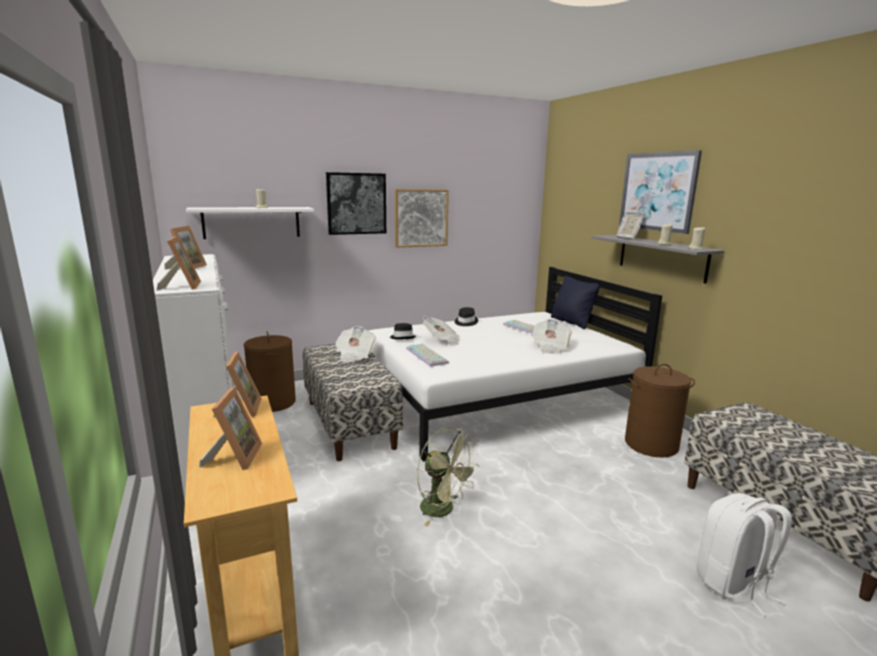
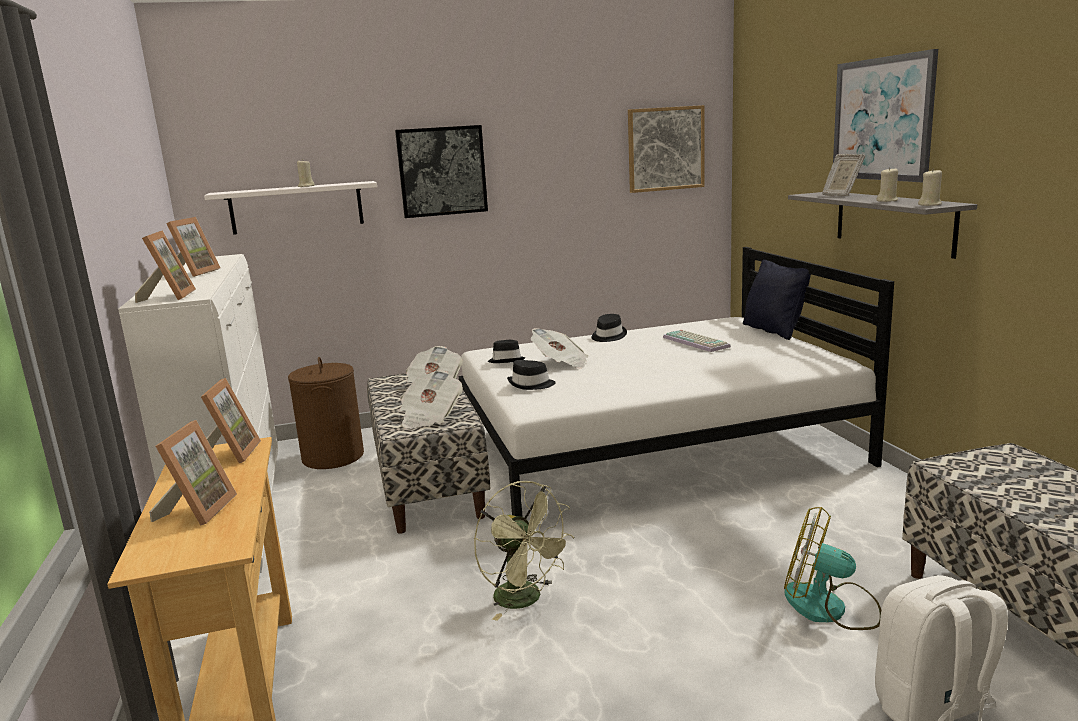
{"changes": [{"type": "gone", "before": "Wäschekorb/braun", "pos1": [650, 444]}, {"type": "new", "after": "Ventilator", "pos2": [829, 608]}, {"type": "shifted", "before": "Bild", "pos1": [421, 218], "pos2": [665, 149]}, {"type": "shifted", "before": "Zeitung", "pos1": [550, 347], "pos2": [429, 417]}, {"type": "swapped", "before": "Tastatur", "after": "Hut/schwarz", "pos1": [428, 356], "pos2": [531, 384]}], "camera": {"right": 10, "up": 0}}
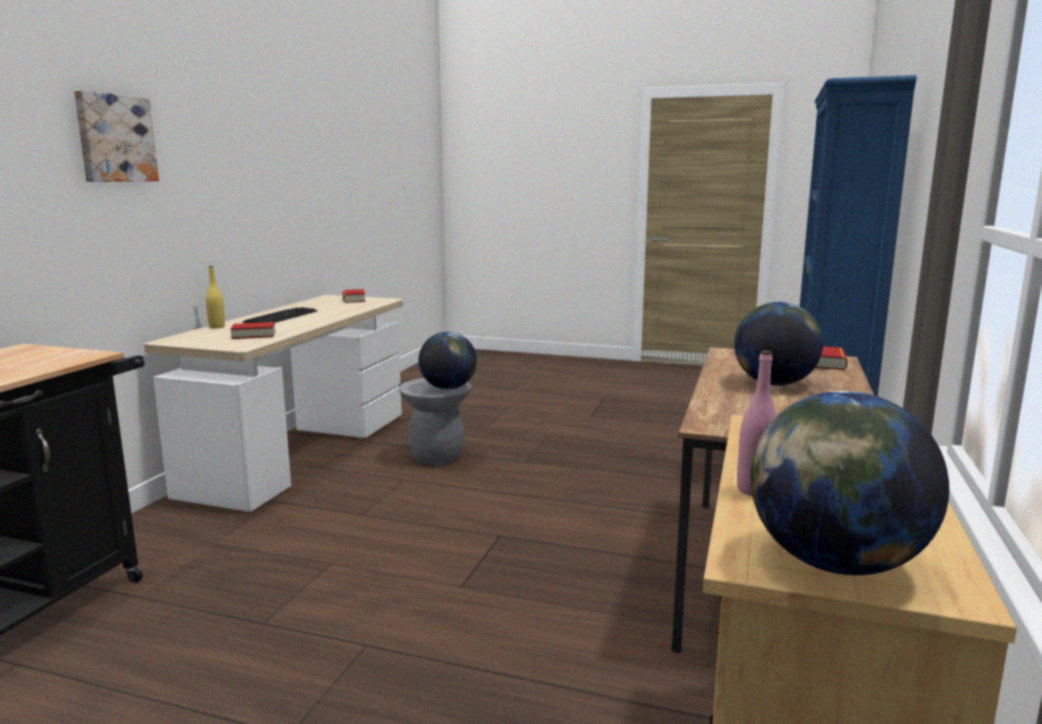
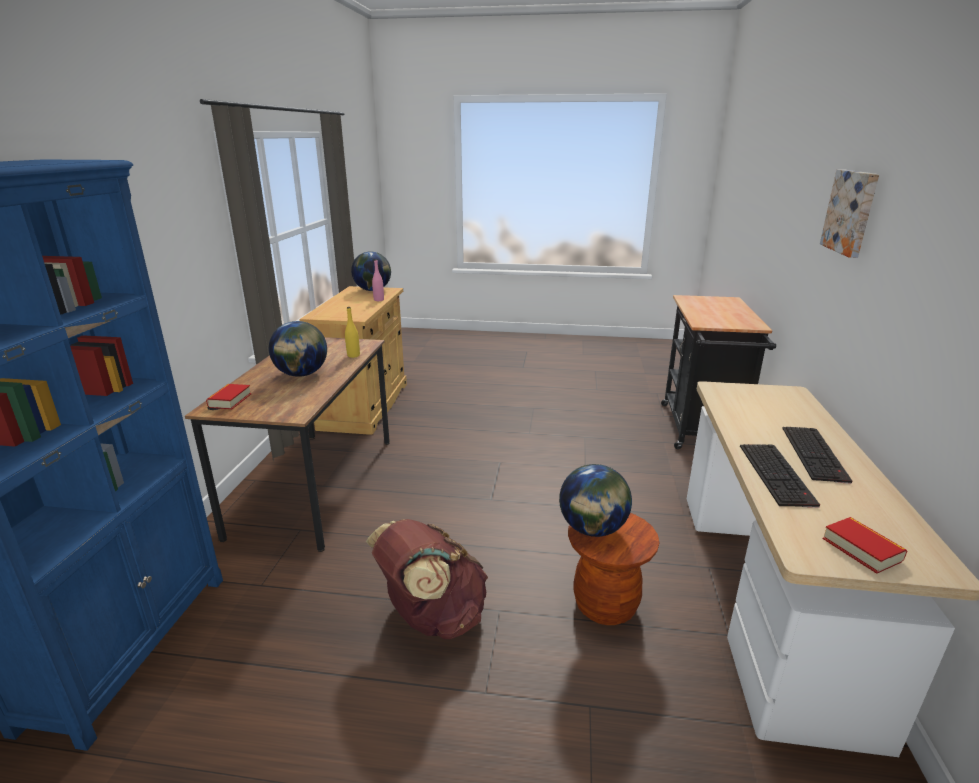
{"changes": [{"type": "gone", "before": "Buch", "pos1": [253, 335]}, {"type": "new", "after": "Rucksack/braun", "pos2": [432, 617]}, {"type": "new", "after": "Tastatur", "pos2": [778, 475]}, {"type": "shifted", "before": "Flasche/gelb", "pos1": [217, 327], "pos2": [353, 355]}, {"type": "repainted", "before": "Hocker/grau", "after": "Hocker/braun", "pos1": [437, 457], "pos2": [605, 605]}], "camera": {"right": 170, "up": 10}}
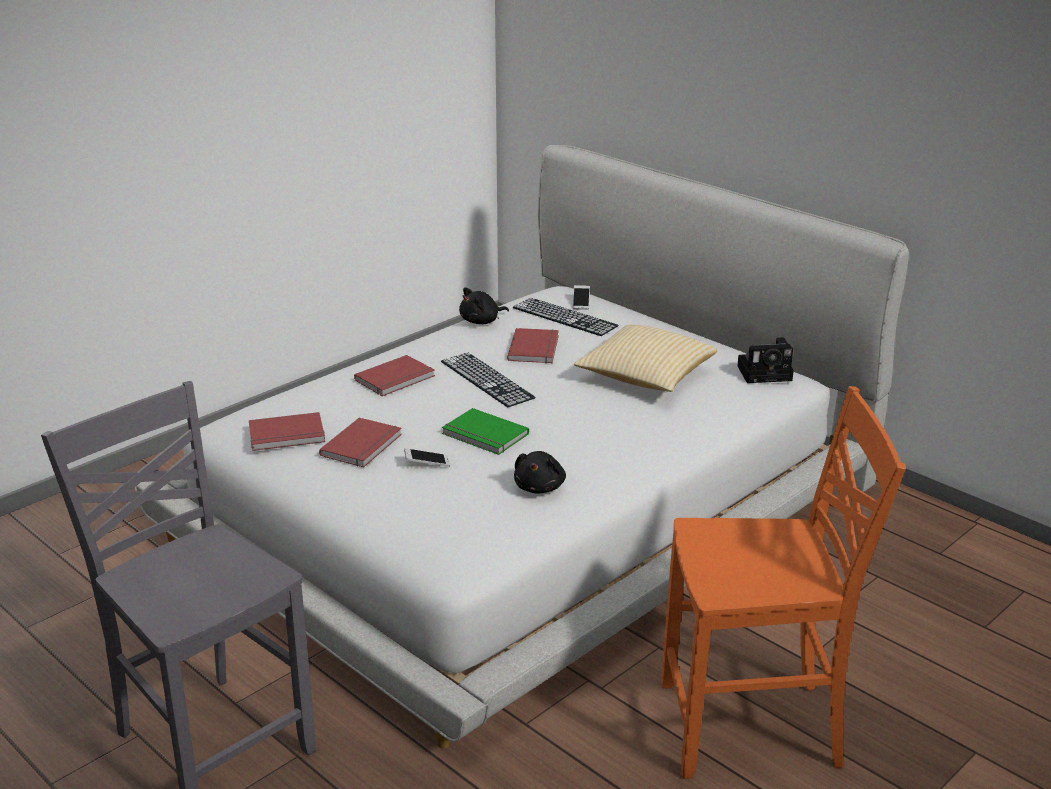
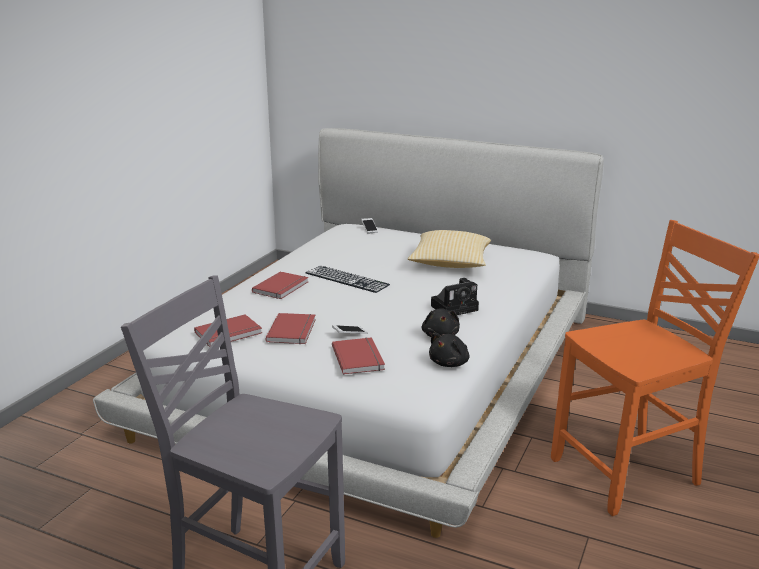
{"changes": [{"type": "gone", "before": "Buch/grün", "pos1": [484, 435]}, {"type": "gone", "before": "Tastatur", "pos1": [564, 317]}, {"type": "shifted", "before": "Plüschtier/schwarz", "pos1": [482, 321], "pos2": [450, 363]}, {"type": "shifted", "before": "Buch/rot", "pos1": [535, 348], "pos2": [359, 357]}, {"type": "shifted", "before": "Kamera", "pos1": [766, 373], "pos2": [455, 307]}], "camera": {"right": -20, "up": -5}}
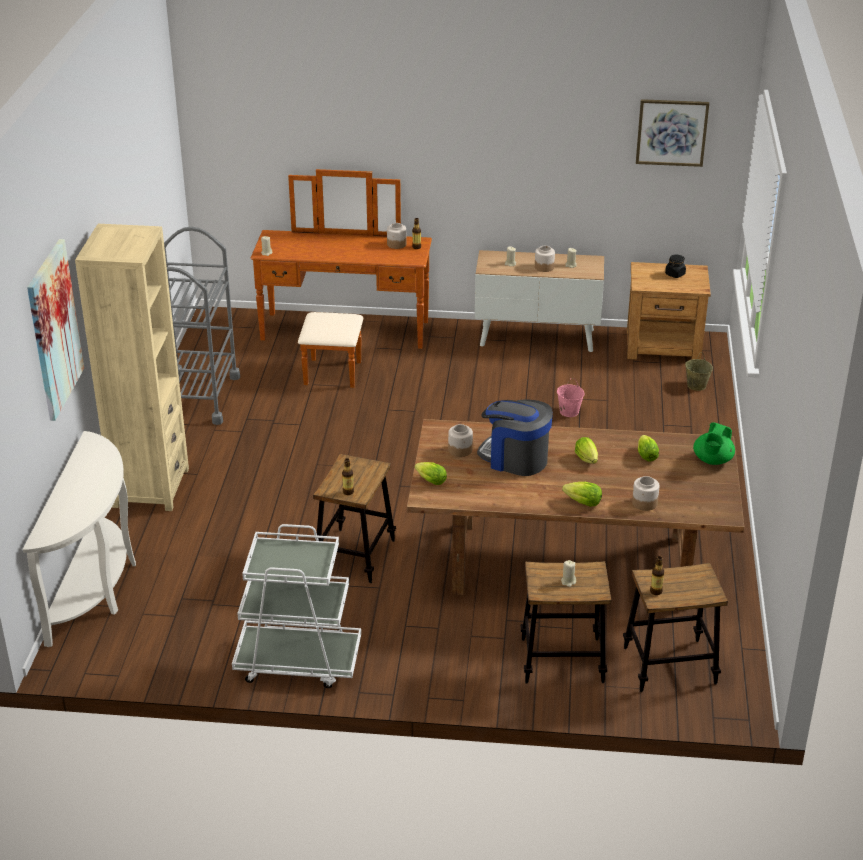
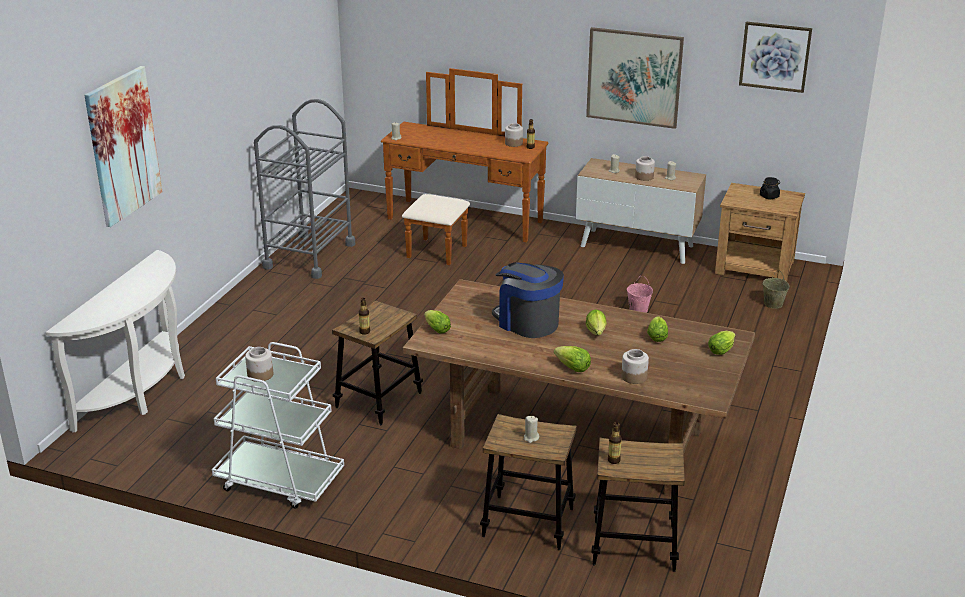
{"changes": [{"type": "gone", "before": "Bücherregal/beige", "pos1": [150, 487]}, {"type": "new", "after": "Bild", "pos2": [634, 77]}, {"type": "shifted", "before": "Vorratsglas", "pos1": [460, 450], "pos2": [260, 375]}, {"type": "swapped", "before": "Teekanne/grün", "after": "Salatkopf", "pos1": [712, 460], "pos2": [722, 350]}], "camera": {"right": 15, "up": -5}}
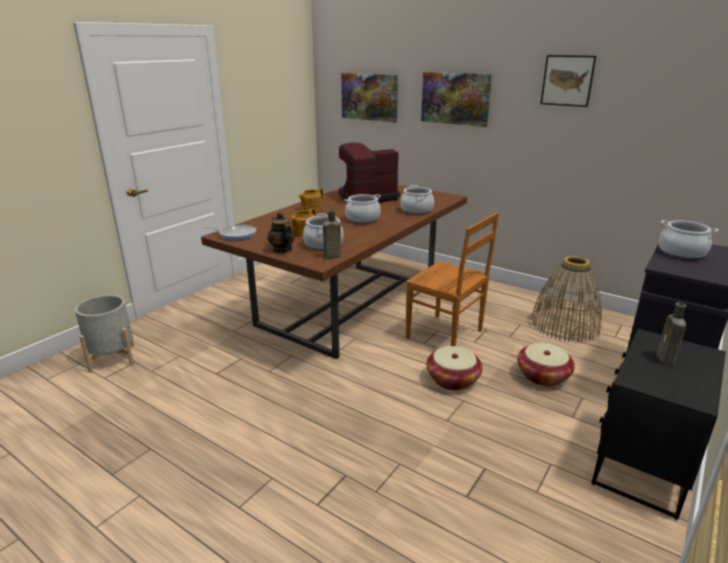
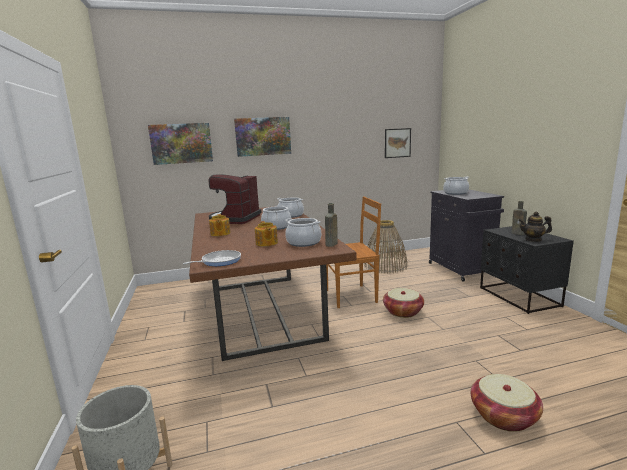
{"changes": [{"type": "shifted", "before": "Teekanne", "pos1": [282, 249], "pos2": [533, 240]}, {"type": "shifted", "before": "Korb", "pos1": [543, 376], "pos2": [503, 416]}, {"type": "shifted", "before": "Bild", "pos1": [567, 80], "pos2": [397, 143]}], "camera": {"right": -50, "up": -10}}
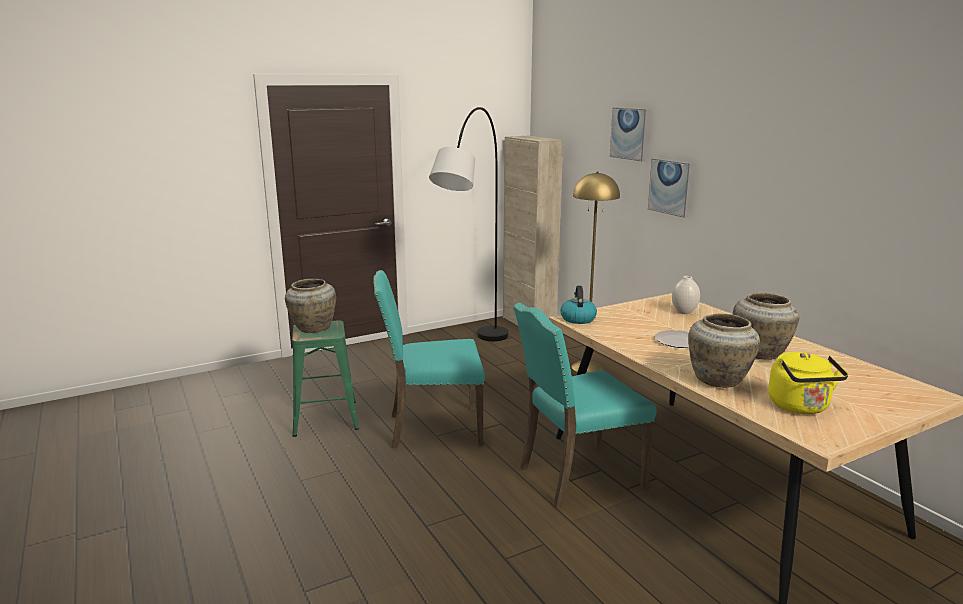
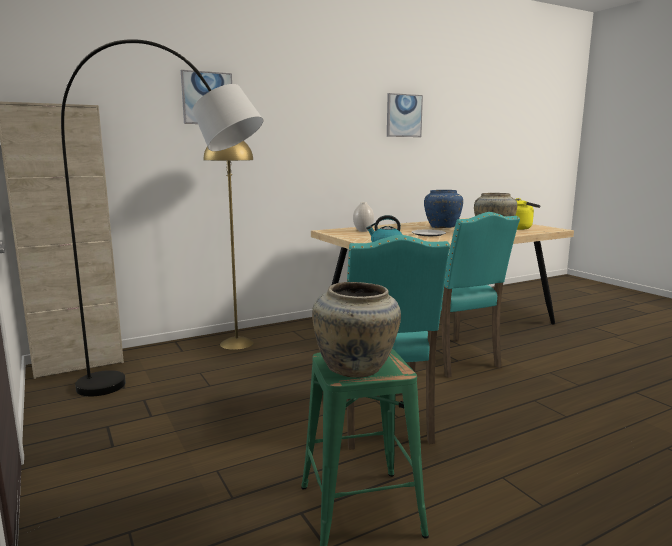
{"changes": [{"type": "shifted", "before": "Bild", "pos1": [670, 187], "pos2": [403, 115]}, {"type": "repainted", "before": "Vase/beige", "after": "Vase/blau", "pos1": [760, 354], "pos2": [442, 227]}], "camera": {"right": -90, "up": -5}}
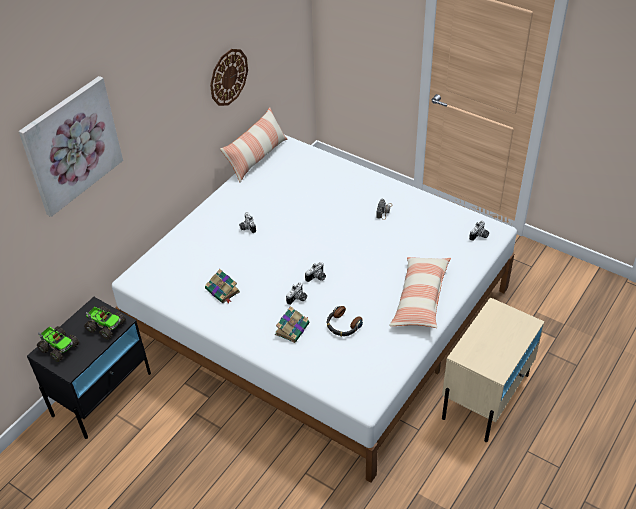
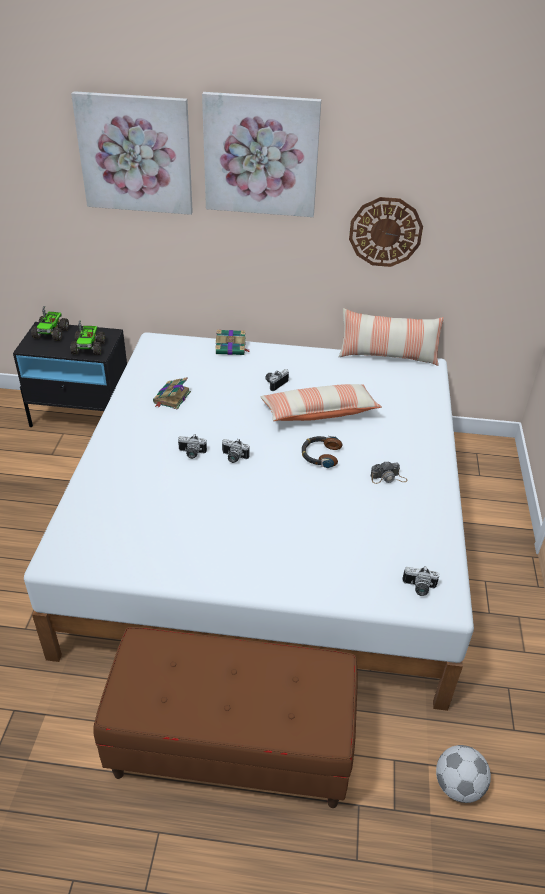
{"changes": [{"type": "new", "after": "Bild", "pos2": [261, 155]}, {"type": "new", "after": "Fußball", "pos2": [457, 785]}, {"type": "shifted", "before": "Buch", "pos1": [292, 328], "pos2": [231, 348]}, {"type": "shifted", "before": "Kopfhörer", "pos1": [342, 325], "pos2": [320, 455]}, {"type": "shifted", "before": "Kissen", "pos1": [420, 298], "pos2": [319, 412]}, {"type": "swapped", "before": "Nachttisch/beige", "after": "Bank/braun", "pos1": [486, 396], "pos2": [232, 745]}], "camera": {"right": 60, "up": -5}}
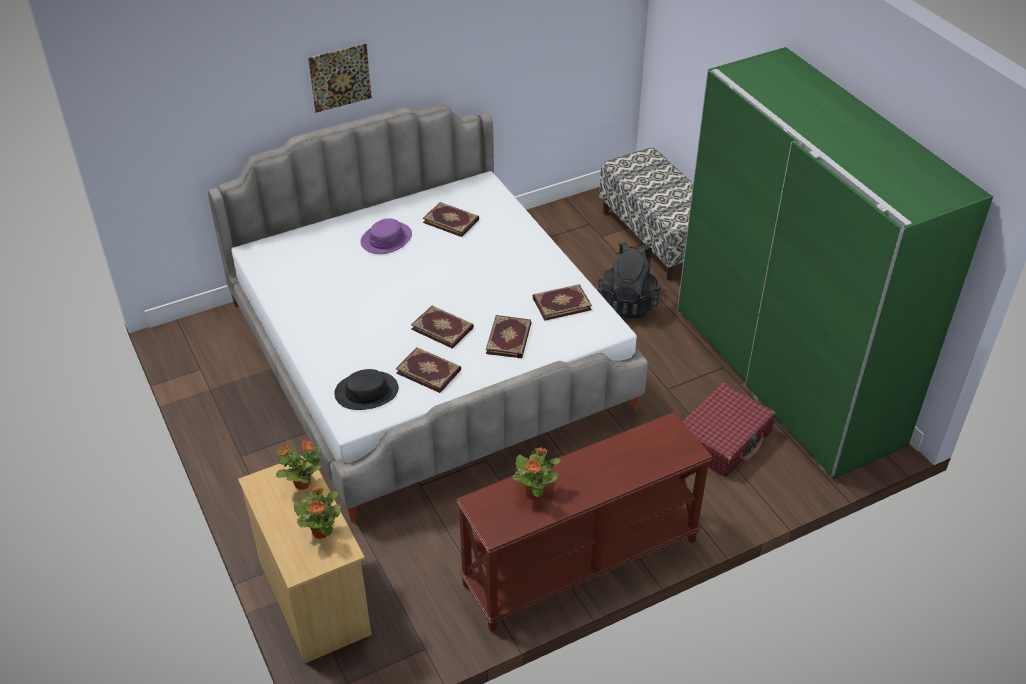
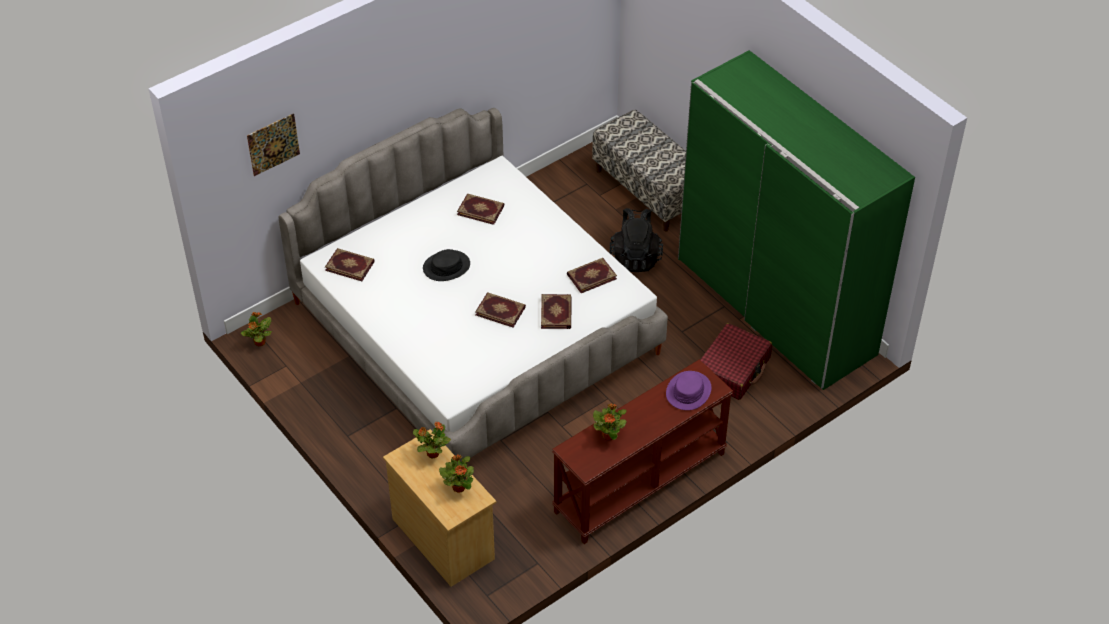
{"changes": [{"type": "new", "after": "Topfpflanze", "pos2": [259, 342]}, {"type": "shifted", "before": "Bild", "pos1": [340, 78], "pos2": [273, 144]}, {"type": "shifted", "before": "Hut/schwarz", "pos1": [366, 391], "pos2": [446, 266]}, {"type": "shifted", "before": "Hut/lila", "pos1": [386, 239], "pos2": [688, 391]}, {"type": "shifted", "before": "Buch", "pos1": [429, 371], "pos2": [350, 265]}], "camera": {"right": -10, "up": 5}}
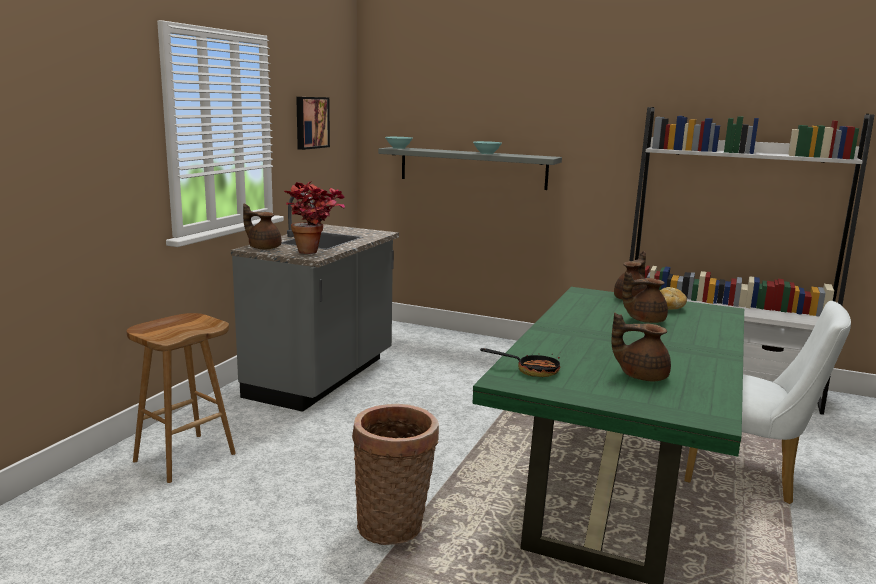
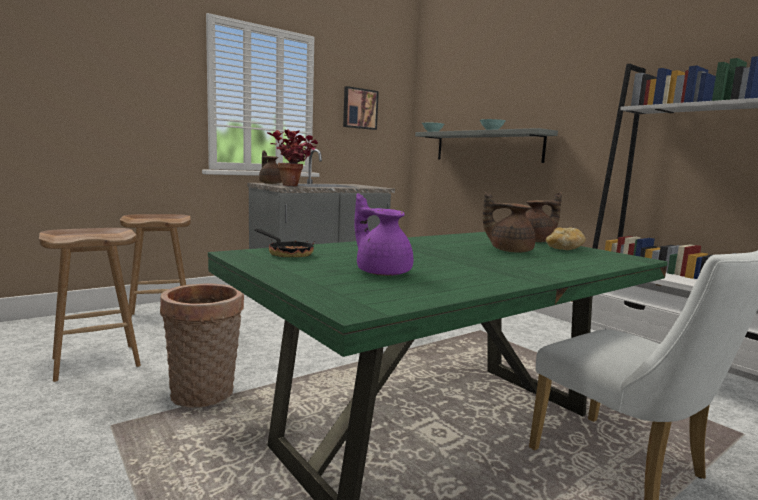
{"changes": [{"type": "new", "after": "Hocker/braun", "pos2": [97, 361]}, {"type": "repainted", "before": "Teekanne/braun", "after": "Teekanne/lila", "pos1": [641, 375], "pos2": [382, 272]}], "camera": {"right": 30, "up": -5}}
